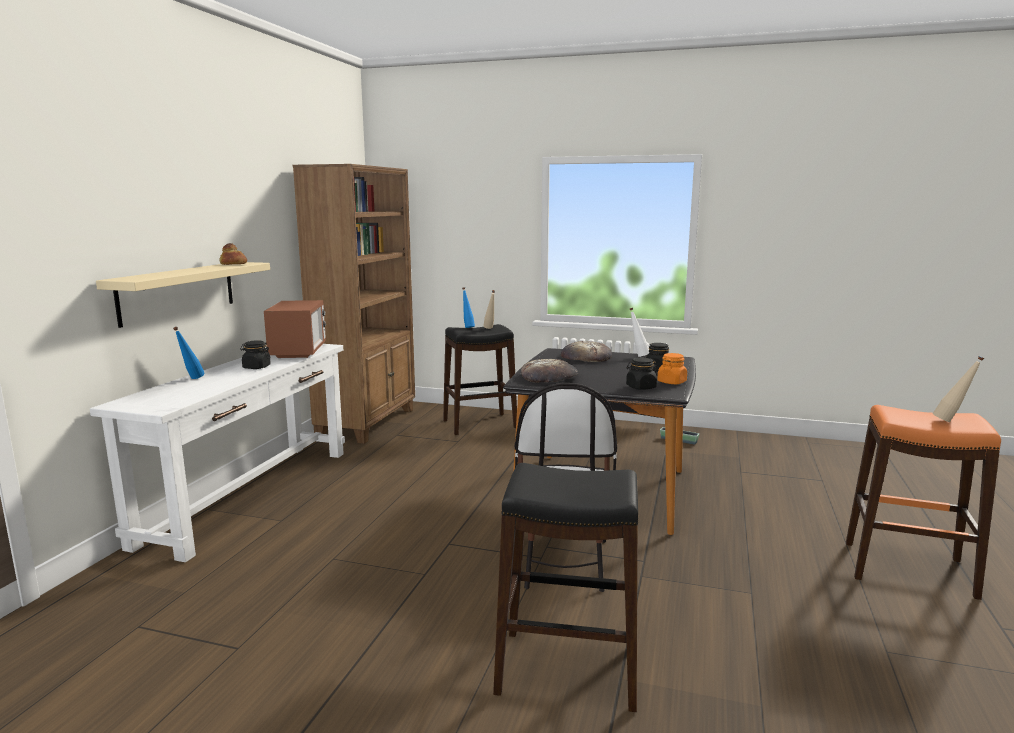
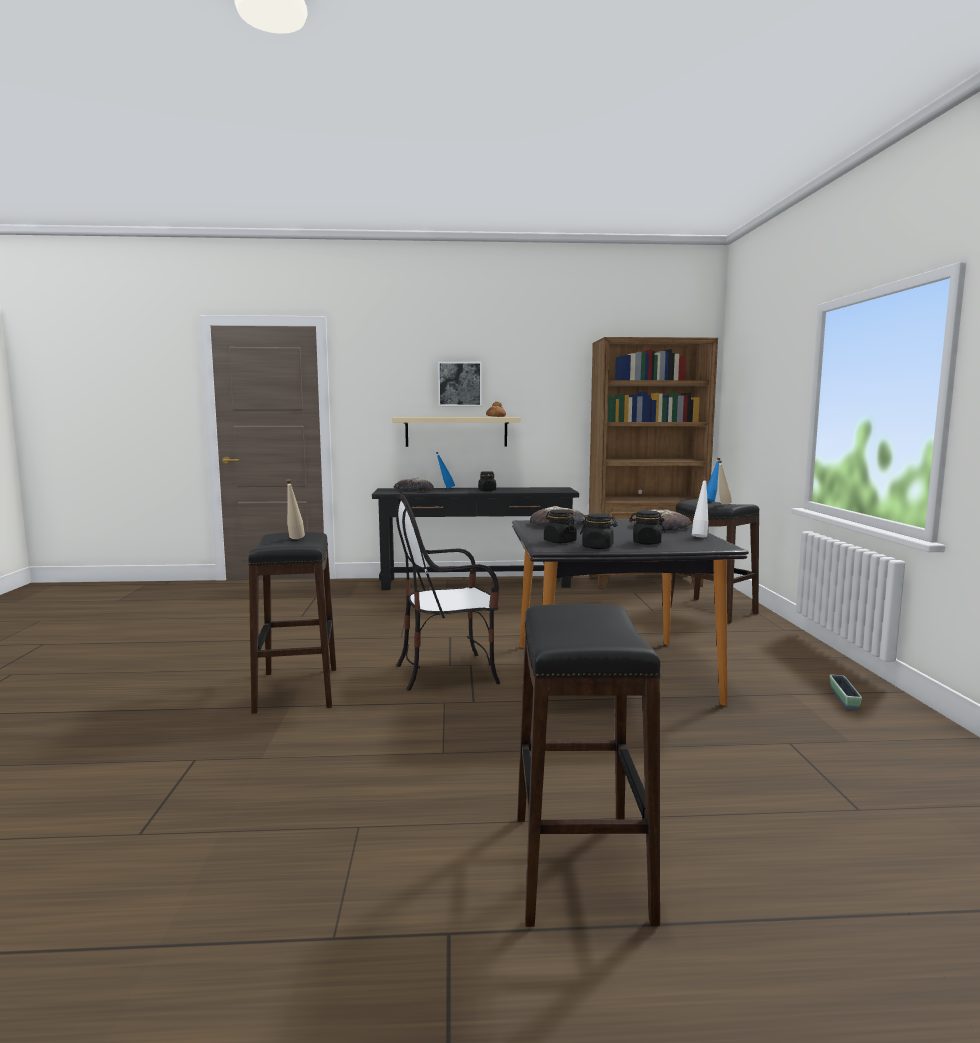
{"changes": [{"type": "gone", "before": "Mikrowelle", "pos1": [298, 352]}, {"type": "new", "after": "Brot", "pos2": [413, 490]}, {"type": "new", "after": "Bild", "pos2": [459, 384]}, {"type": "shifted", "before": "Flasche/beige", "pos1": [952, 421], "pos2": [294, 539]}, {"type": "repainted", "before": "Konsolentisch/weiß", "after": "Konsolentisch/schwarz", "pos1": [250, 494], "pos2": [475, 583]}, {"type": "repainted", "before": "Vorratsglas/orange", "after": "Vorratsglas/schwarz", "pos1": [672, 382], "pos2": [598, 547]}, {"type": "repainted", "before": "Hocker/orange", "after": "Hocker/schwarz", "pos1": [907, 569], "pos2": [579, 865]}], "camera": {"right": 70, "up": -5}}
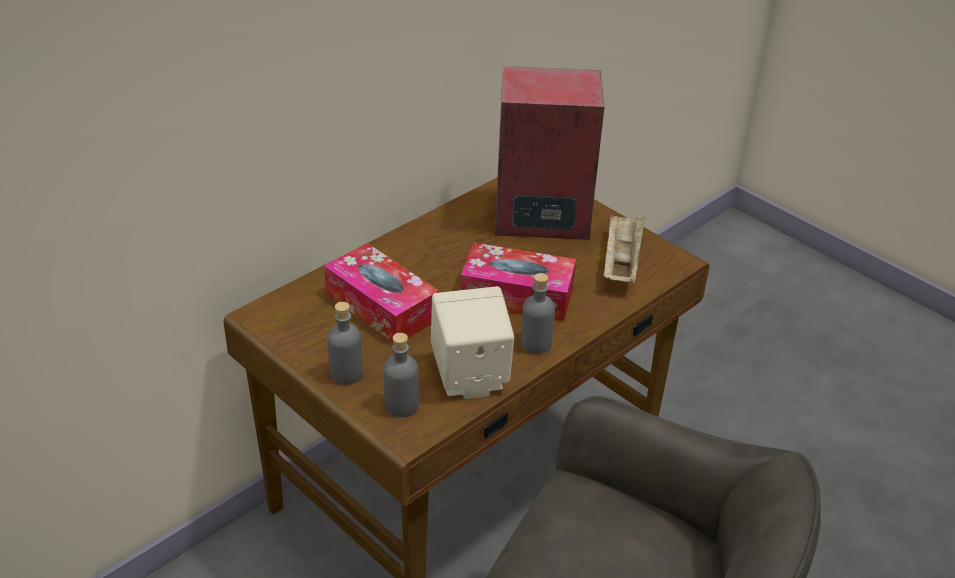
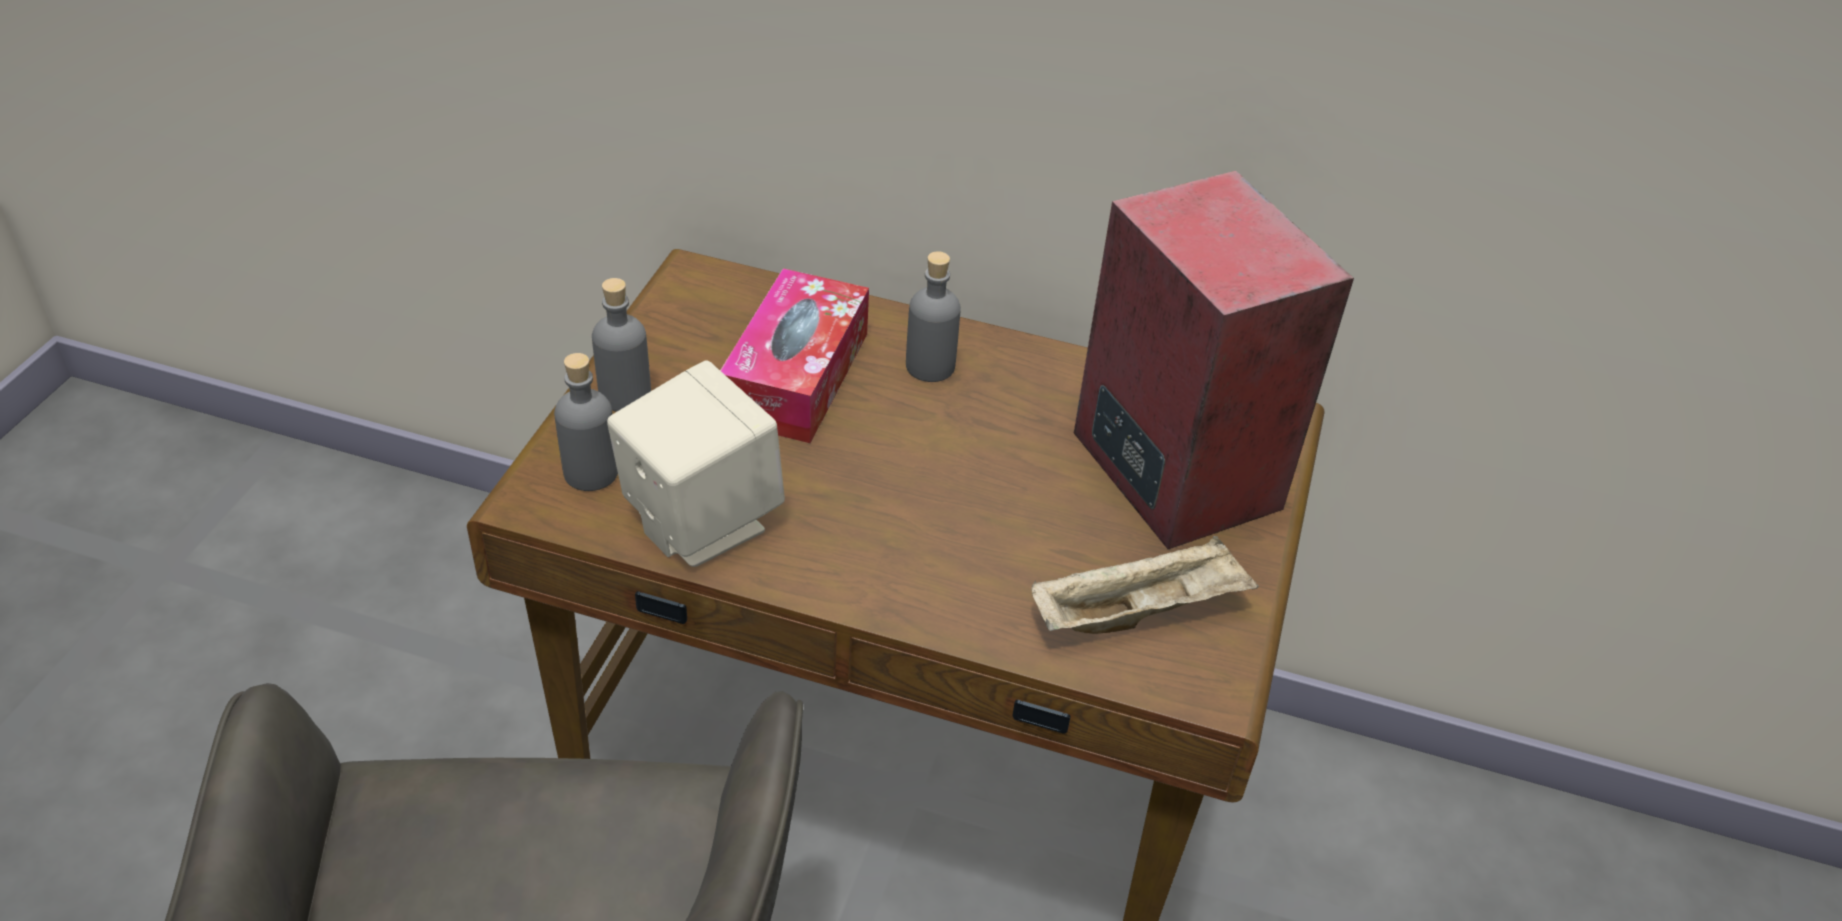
{"changes": [{"type": "gone", "before": "Taschentuchbox", "pos1": [517, 295]}, {"type": "shifted", "before": "Flasche/grau", "pos1": [536, 344], "pos2": [930, 366]}], "camera": {"right": 60, "up": 5}}
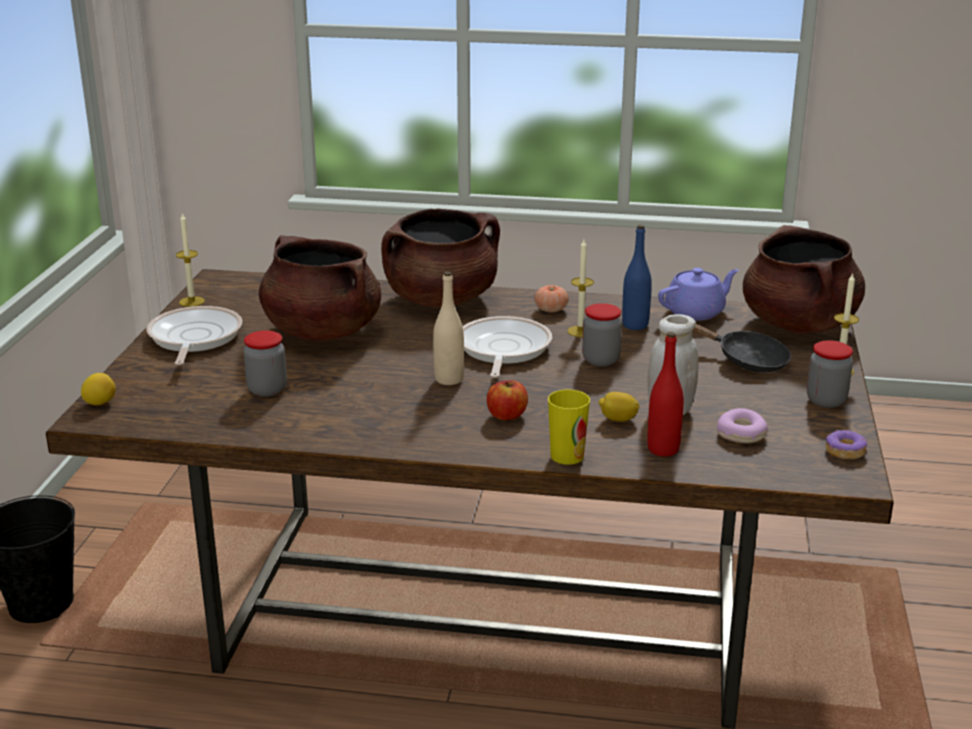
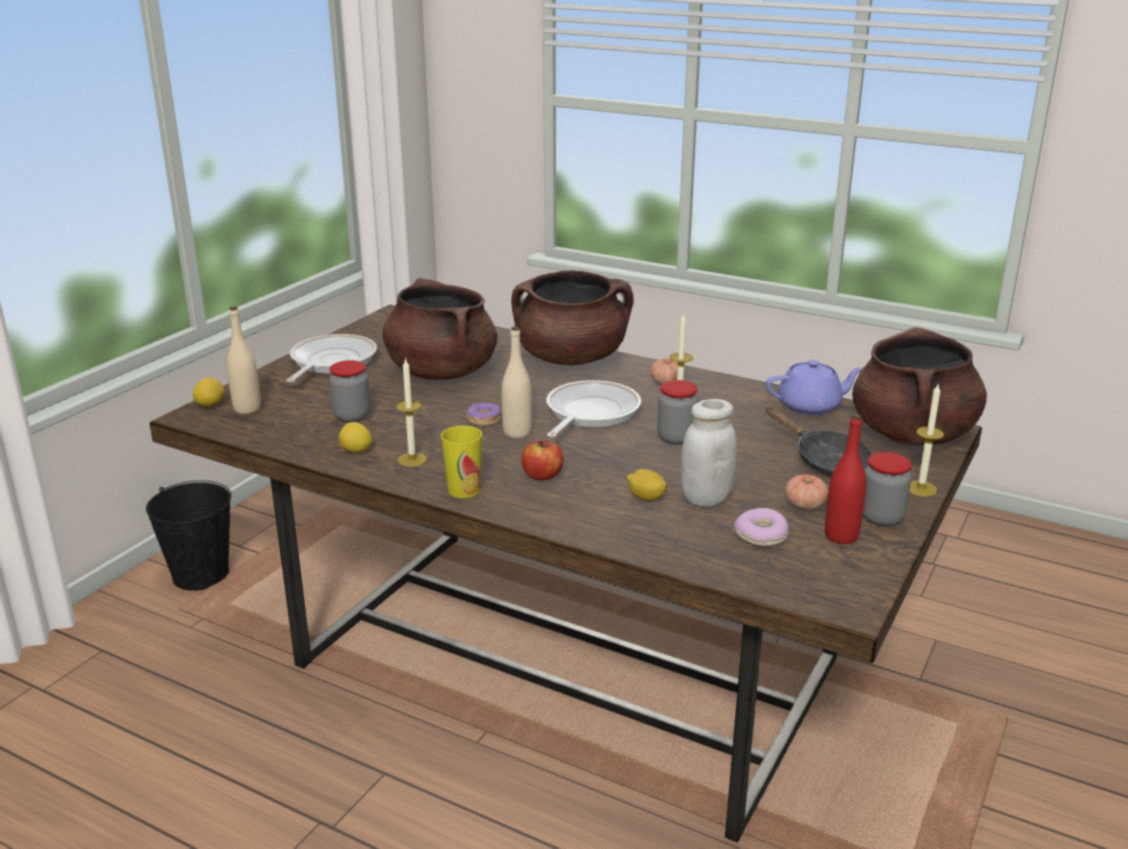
{"changes": [{"type": "gone", "before": "Flasche/blau", "pos1": [635, 325]}, {"type": "new", "after": "Flasche/beige", "pos2": [247, 409]}, {"type": "new", "after": "Zitrone", "pos2": [356, 451]}, {"type": "new", "after": "Tomate", "pos2": [805, 505]}, {"type": "shifted", "before": "Kerze", "pos1": [192, 301], "pos2": [412, 459]}, {"type": "shifted", "before": "Tasse", "pos1": [567, 456], "pos2": [464, 490]}, {"type": "shifted", "before": "Flasche/rot", "pos1": [663, 449], "pos2": [841, 536]}, {"type": "shifted", "before": "Donut", "pos1": [844, 451], "pos2": [483, 420]}], "camera": {"right": 20, "up": 0}}
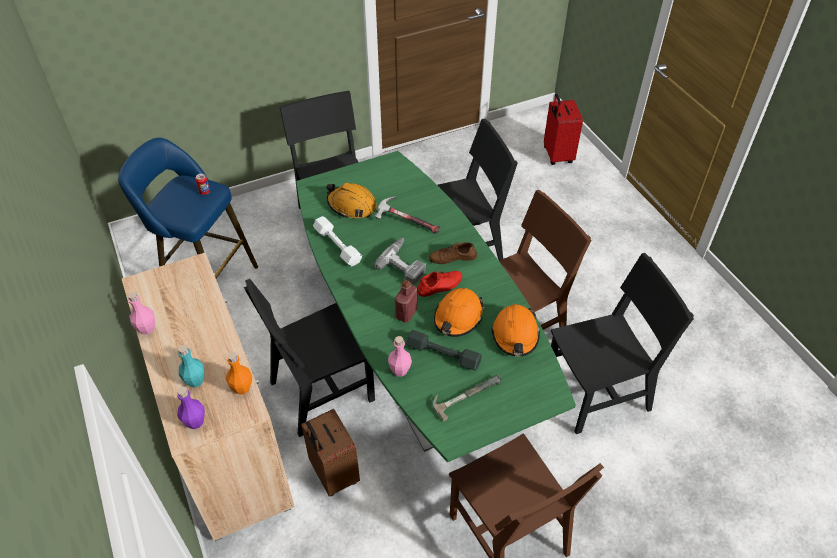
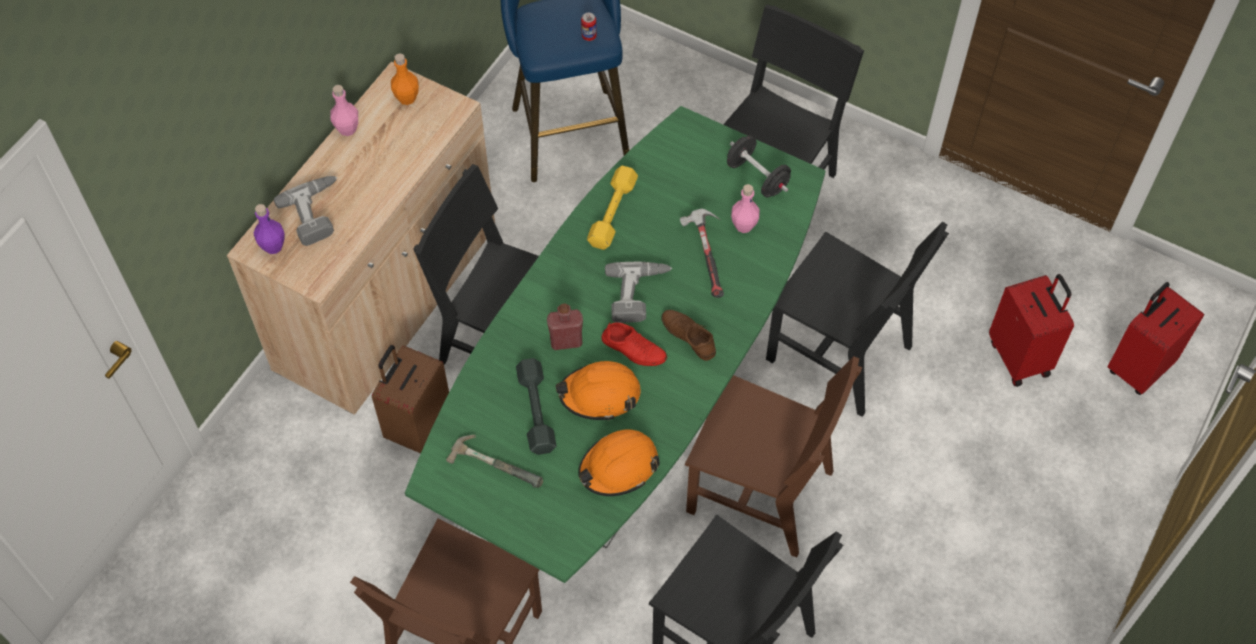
{"changes": [{"type": "gone", "before": "Schutzhelm/orange", "pos1": [352, 205]}, {"type": "new", "after": "Hantel/schwarz", "pos2": [757, 177]}, {"type": "new", "after": "Koffer/rot", "pos2": [1020, 357]}, {"type": "shifted", "before": "Flasche/orange", "pos1": [242, 388], "pos2": [407, 98]}, {"type": "shifted", "before": "Flasche/rosa", "pos1": [400, 370], "pos2": [744, 226]}, {"type": "swapped", "before": "Flasche/türkis", "after": "Bohrmaschine", "pos1": [195, 381], "pos2": [317, 213]}, {"type": "repainted", "before": "Hantel/weiß", "after": "Hantel/gelb", "pos1": [337, 246], "pos2": [612, 212]}], "camera": {"right": 55, "up": 10}}
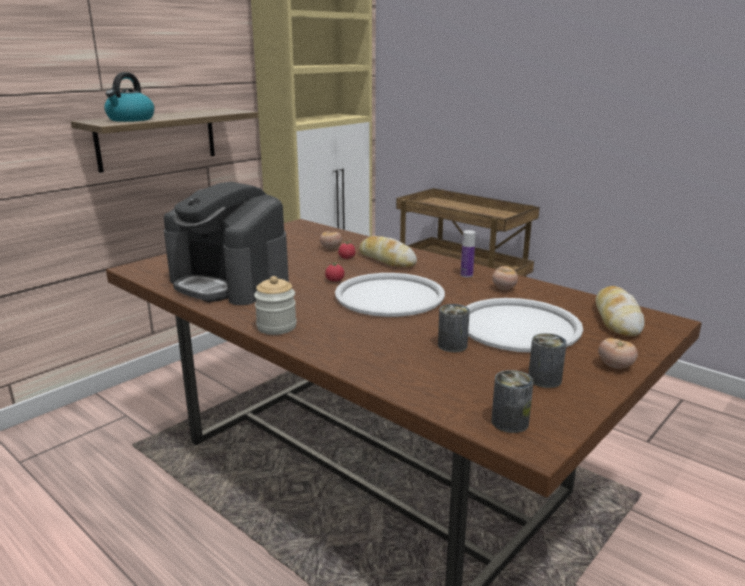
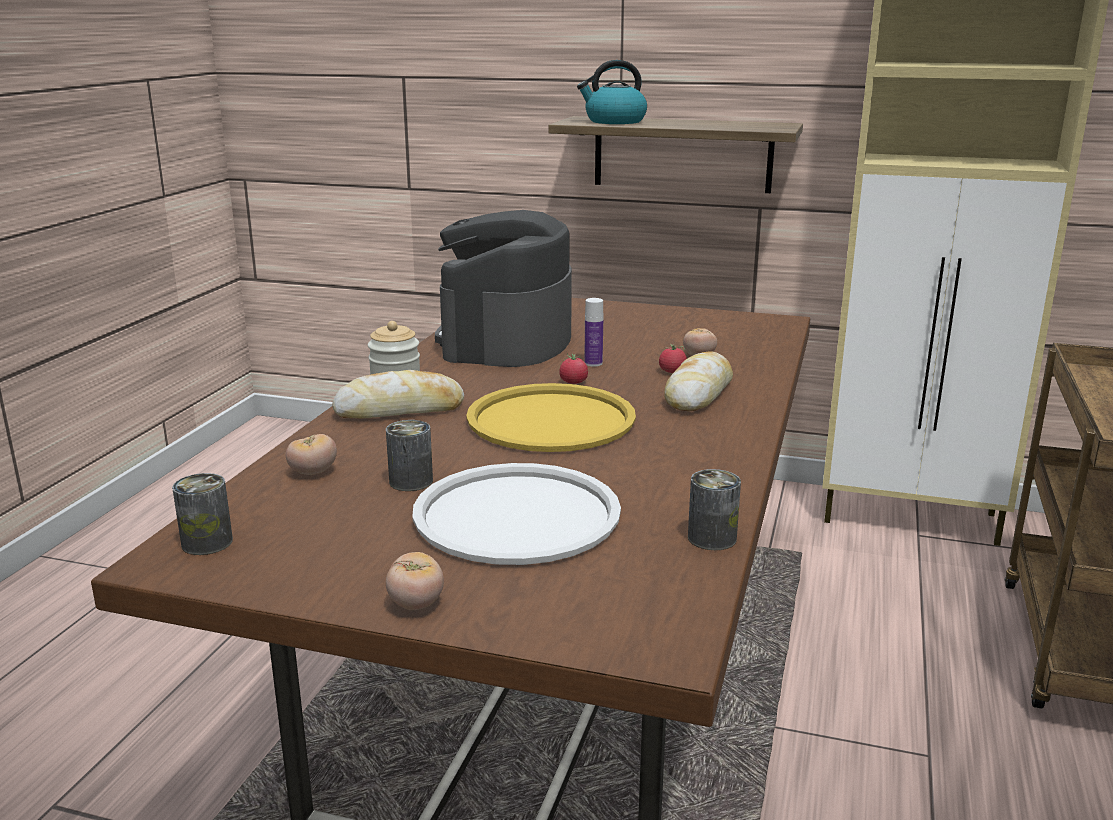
{"changes": [{"type": "shifted", "before": "Flasche", "pos1": [466, 275], "pos2": [593, 363]}, {"type": "shifted", "before": "Tomate", "pos1": [504, 288], "pos2": [313, 472]}, {"type": "shifted", "before": "Dose", "pos1": [544, 379], "pos2": [712, 538]}, {"type": "shifted", "before": "Brot", "pos1": [617, 319], "pos2": [400, 410]}, {"type": "repainted", "before": "Tablett/weiß", "after": "Tablett/gelb", "pos1": [390, 296], "pos2": [551, 420]}], "camera": {"right": 65, "up": 0}}
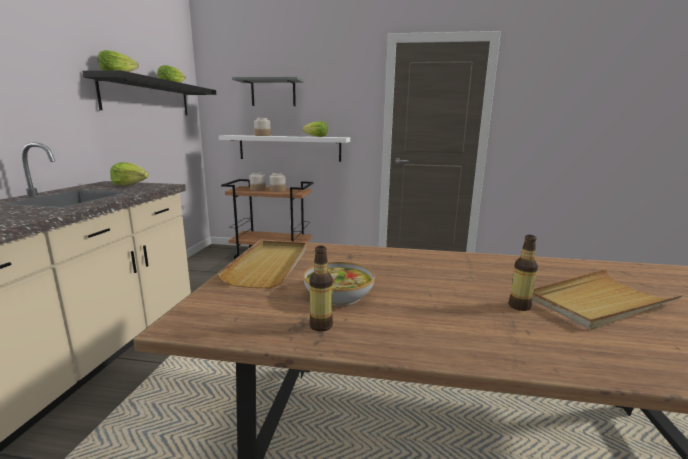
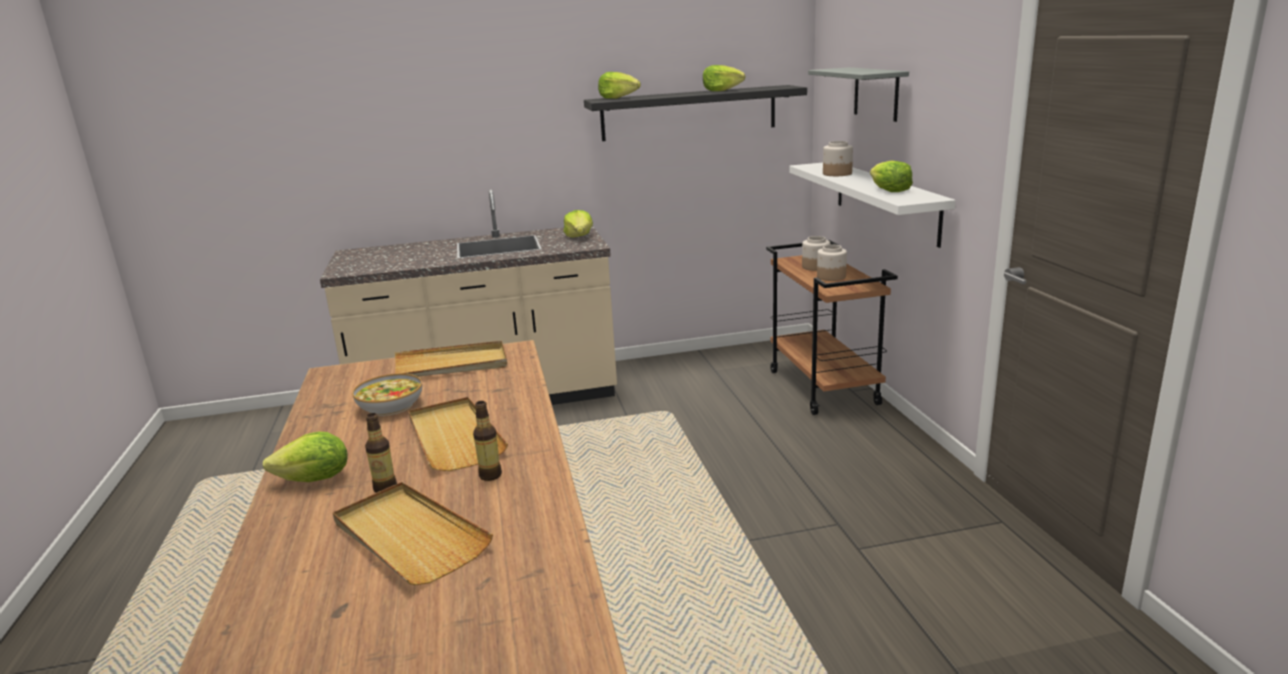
{"changes": [{"type": "new", "after": "Salatkopf", "pos2": [315, 480]}, {"type": "new", "after": "Tablett/beige", "pos2": [454, 437]}, {"type": "shifted", "before": "Flasche", "pos1": [321, 326], "pos2": [490, 475]}], "camera": {"right": 70, "up": 5}}
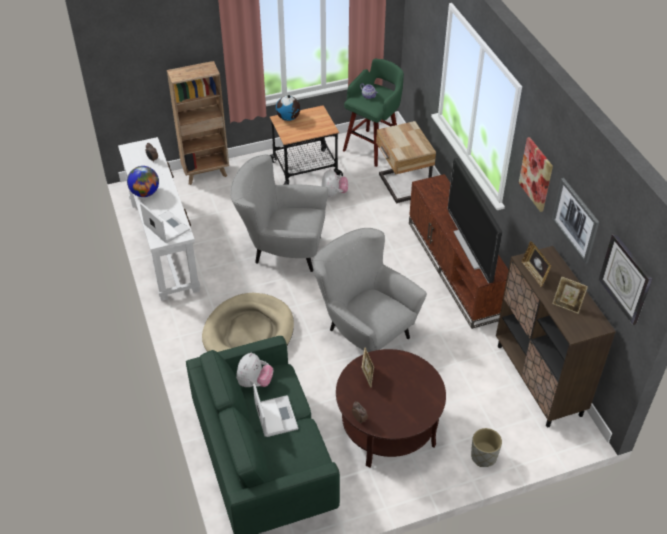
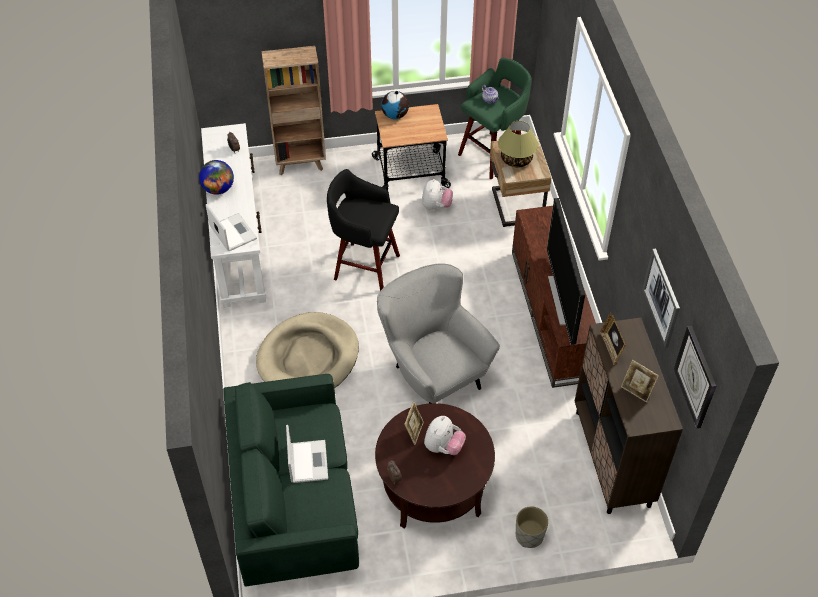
{"changes": [{"type": "gone", "before": "Bild", "pos1": [536, 174]}, {"type": "new", "after": "Tischlampe", "pos2": [516, 160]}, {"type": "shifted", "before": "Plüschtier", "pos1": [254, 382], "pos2": [443, 447]}, {"type": "swapped", "before": "Sessel/grau", "after": "Hocker/schwarz", "pos1": [282, 250], "pos2": [364, 266]}], "camera": {"right": 10, "up": 5}}
